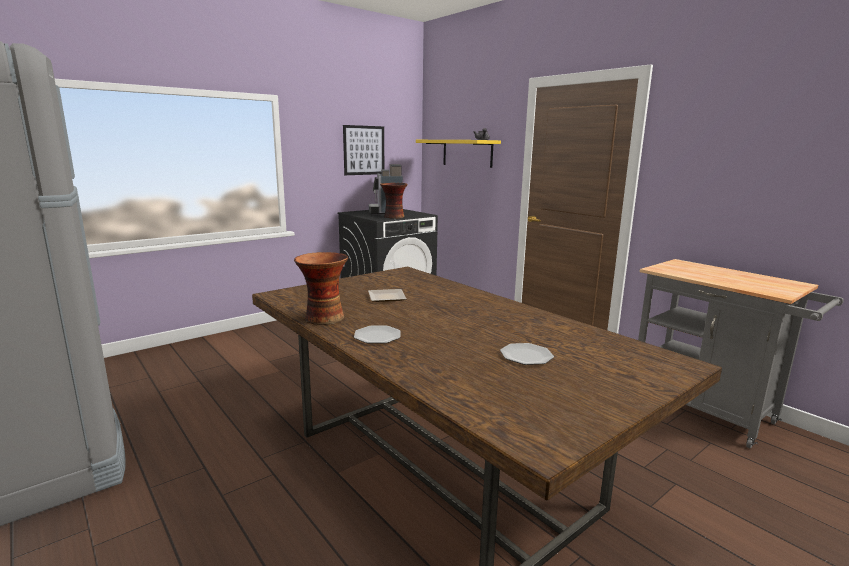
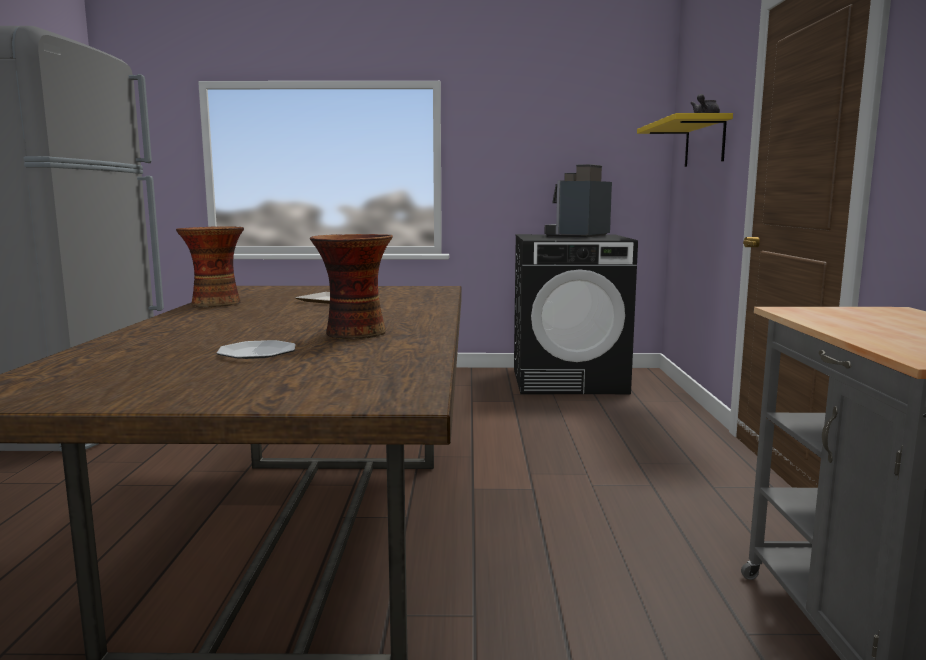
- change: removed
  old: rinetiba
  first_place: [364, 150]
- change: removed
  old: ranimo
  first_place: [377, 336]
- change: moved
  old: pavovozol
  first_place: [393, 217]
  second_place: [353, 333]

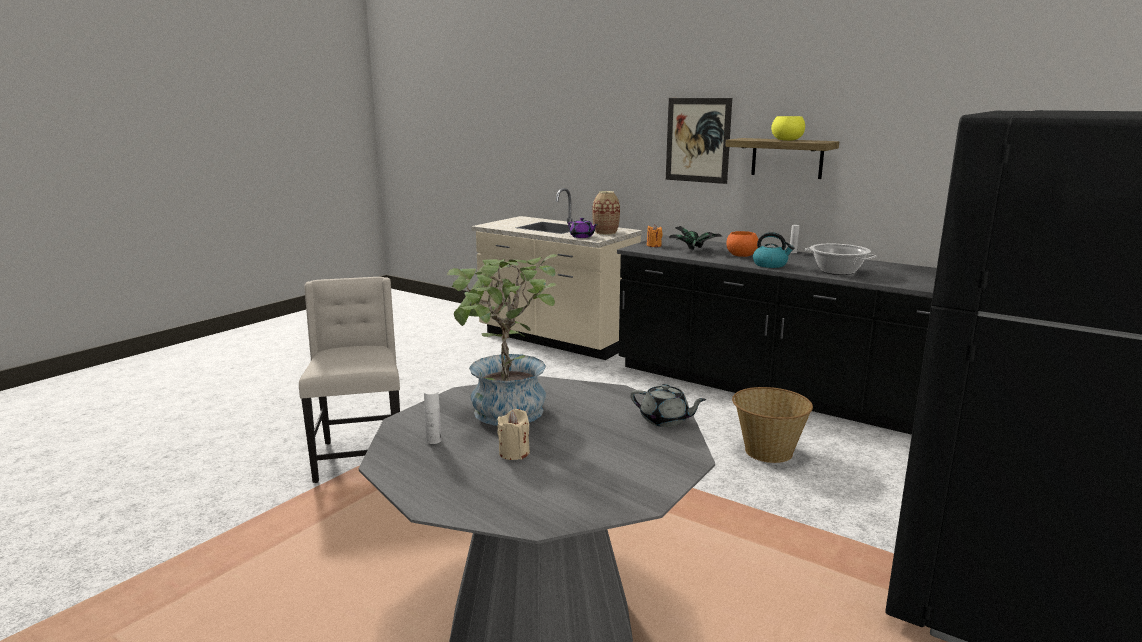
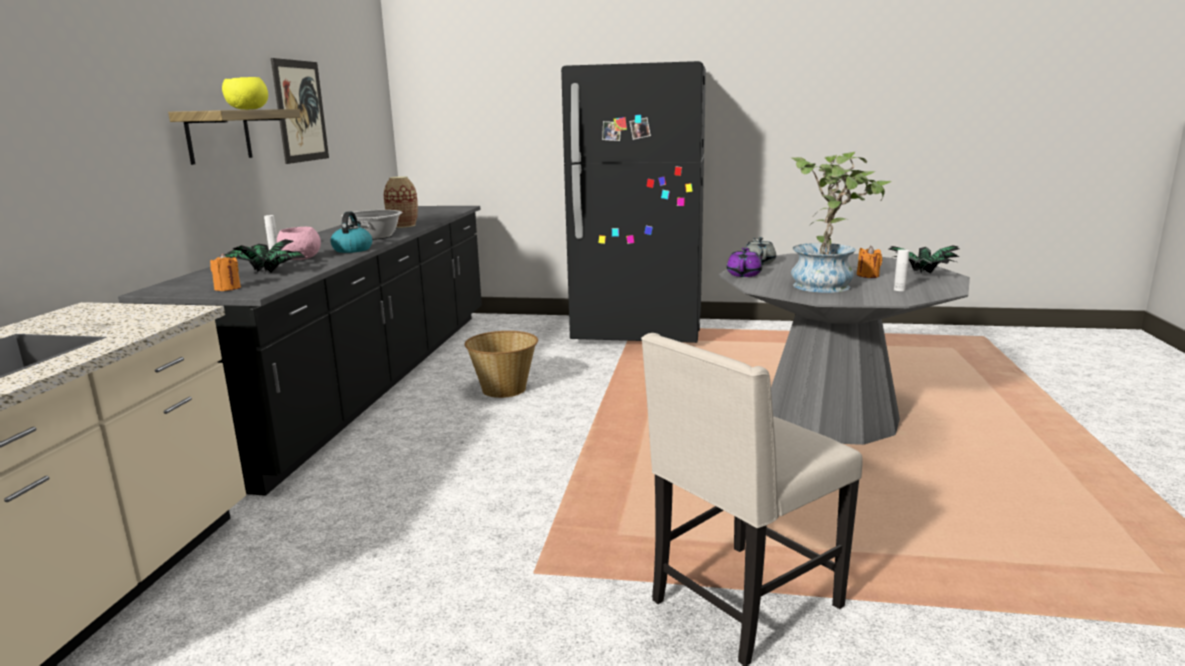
- change: added
  new: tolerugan
  second_place: [921, 275]
- change: moved
  old: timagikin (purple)
  first_place: [582, 237]
  second_place: [744, 274]
- change: moved
  old: pavovozol
  first_place: [605, 232]
  second_place: [403, 225]
- change: moved
  old: rinetiba
  first_place: [697, 140]
  second_place: [300, 111]
- change: recoloured
  old: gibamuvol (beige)
  new: gibamuvol (orange)
  first_place: [514, 453]
  second_place: [868, 275]
- change: recoloured
  old: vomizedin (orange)
  new: vomizedin (pink)
  first_place: [741, 255]
  second_place: [300, 259]

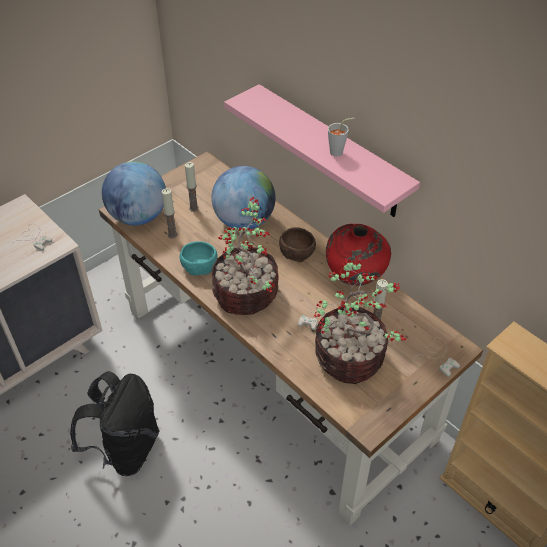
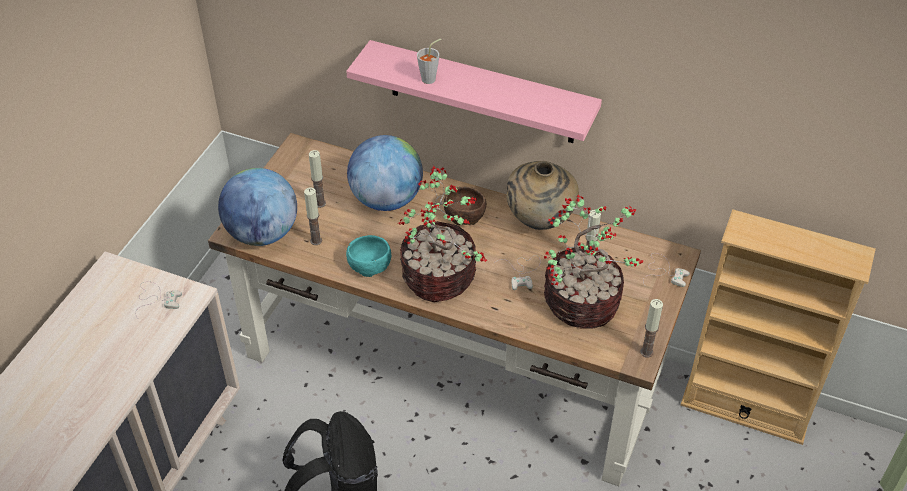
- change: added
  new: gibamuvol
  second_place: [646, 352]
- change: moved
  old: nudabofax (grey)
  first_place: [339, 152]
  second_place: [431, 78]
- change: recoloured
  old: pavovozol (red)
  new: pavovozol (beige)
  first_place: [355, 278]
  second_place: [540, 221]

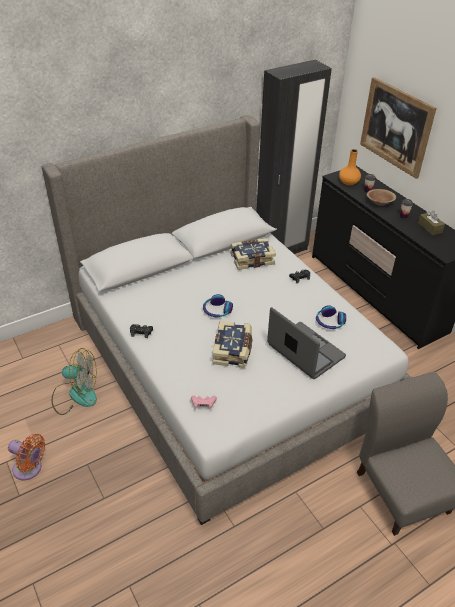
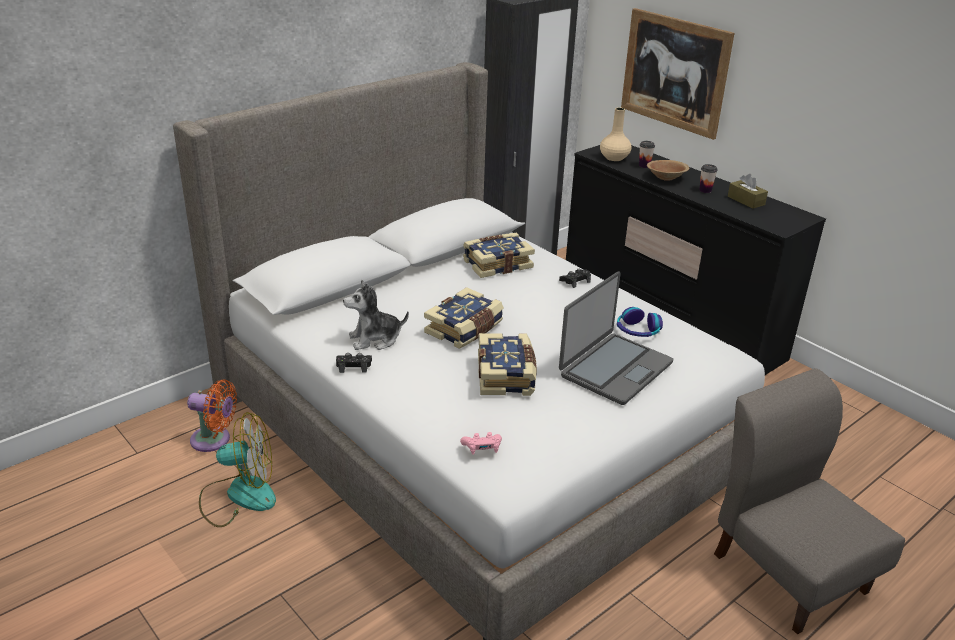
- change: added
  new: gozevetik
  second_place: [375, 339]
- change: moved
  old: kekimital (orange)
  first_place: [30, 469]
  second_place: [214, 440]
- change: replaced
  old: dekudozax
  new: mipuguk
  first_place: [217, 311]
  second_place: [465, 329]
- change: recoloured
  old: pavovozol (orange)
  new: pavovozol (beige)
  first_place: [348, 182]
  second_place: [613, 158]
- change: turned
  old: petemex
  first_place: [305, 351]
  second_place: [614, 369]
  degrees: 90

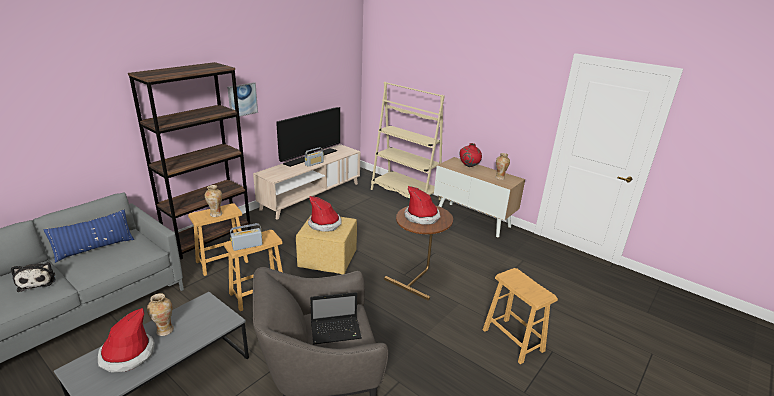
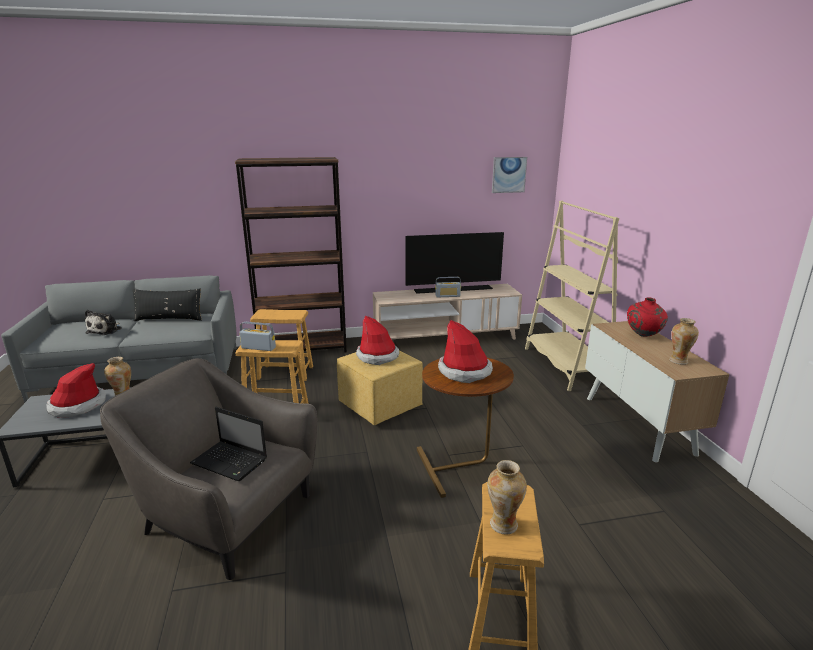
- change: moved
  old: pavovozol
  first_place: [216, 214]
  second_place: [503, 525]
- change: moved
  old: rinetiba
  first_place: [242, 100]
  second_place: [508, 174]
- change: recoloured
  old: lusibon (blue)
  new: lusibon (black)
  first_place: [95, 248]
  second_place: [169, 319]

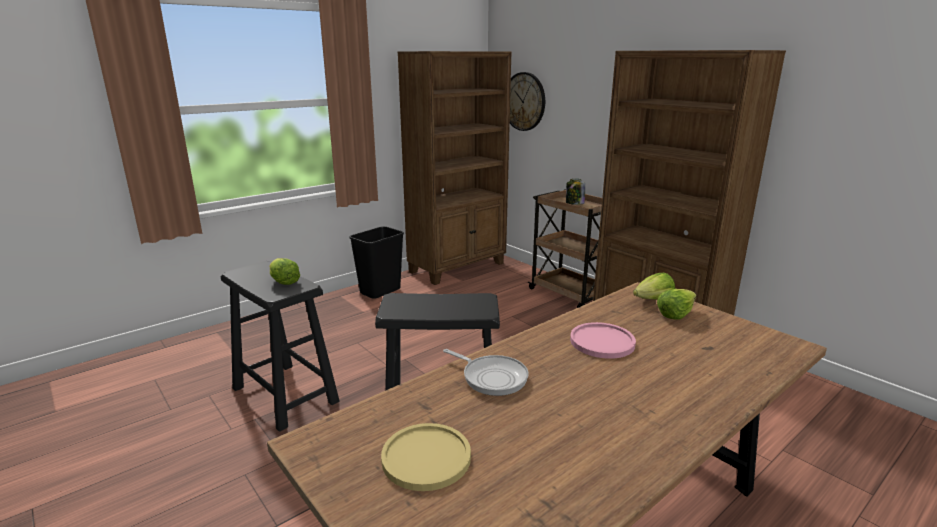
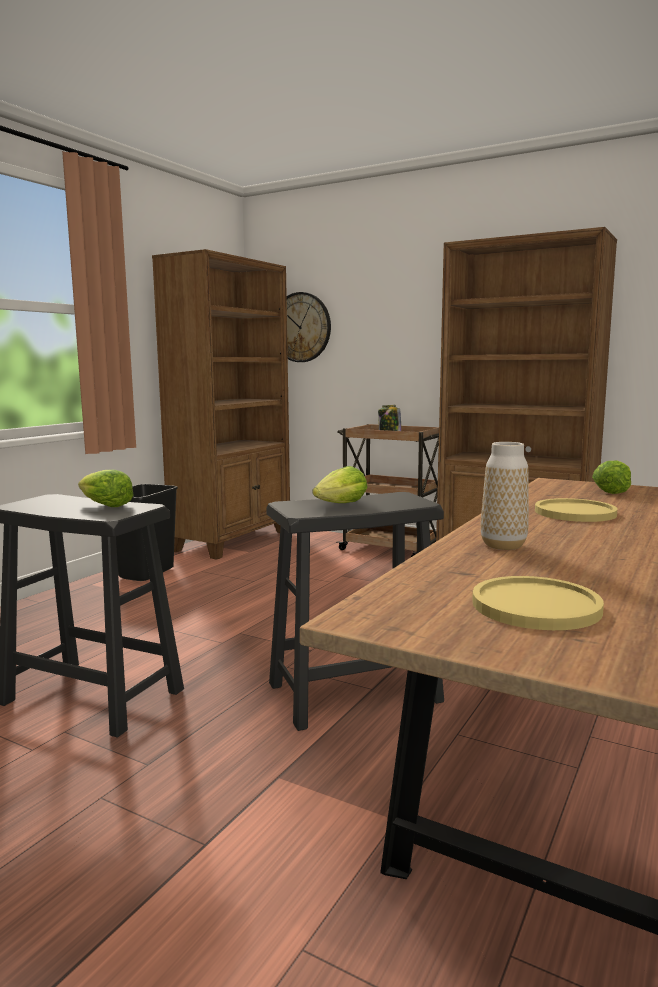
- change: moved
  old: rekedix
  first_place: [653, 300]
  second_place: [341, 505]
- change: replaced
  old: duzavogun
  new: pavovozol
  first_place: [492, 377]
  second_place: [503, 545]
- change: recoloured
  old: ranimo (pink)
  new: ranimo (yellow)
  first_place: [602, 342]
  second_place: [575, 512]

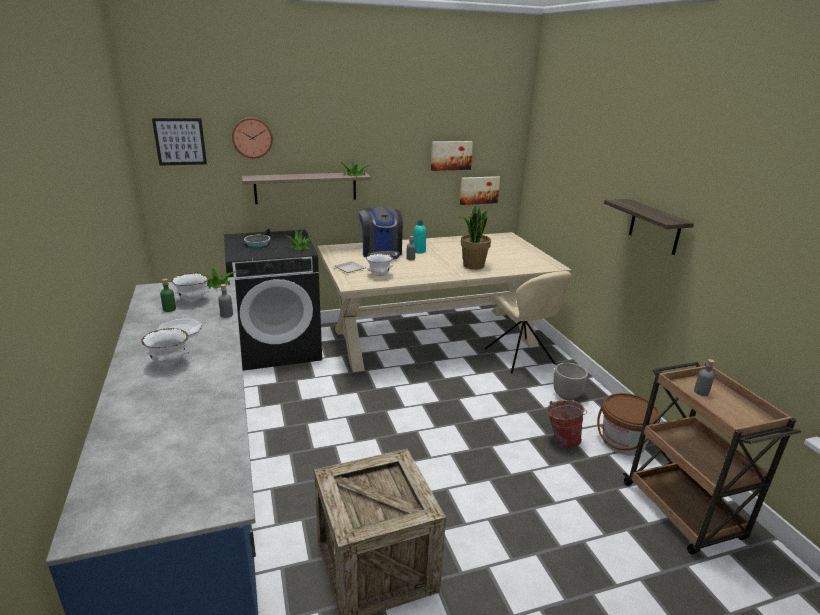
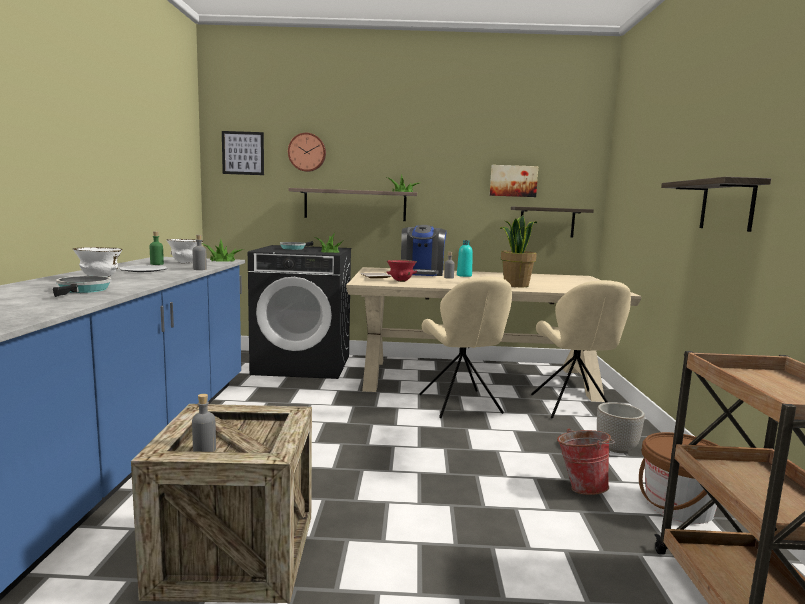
- change: added
  new: duzavogun
  second_place: [83, 290]
- change: added
  new: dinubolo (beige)
  second_place: [460, 405]
- change: moved
  old: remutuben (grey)
  first_place: [701, 392]
  second_place: [204, 450]
- change: replaced
  old: rinetiba
  new: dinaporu
  first_place: [479, 190]
  second_place: [547, 222]
- change: recoloured
  old: vomizedin (white)
  new: vomizedin (red)
  first_place: [379, 275]
  second_place: [401, 281]

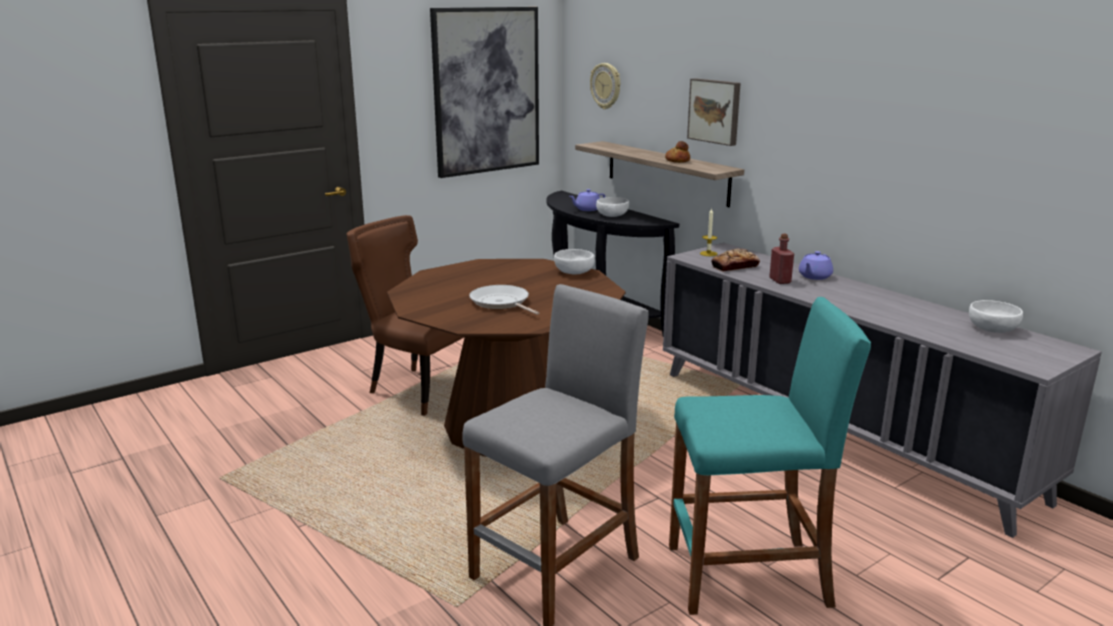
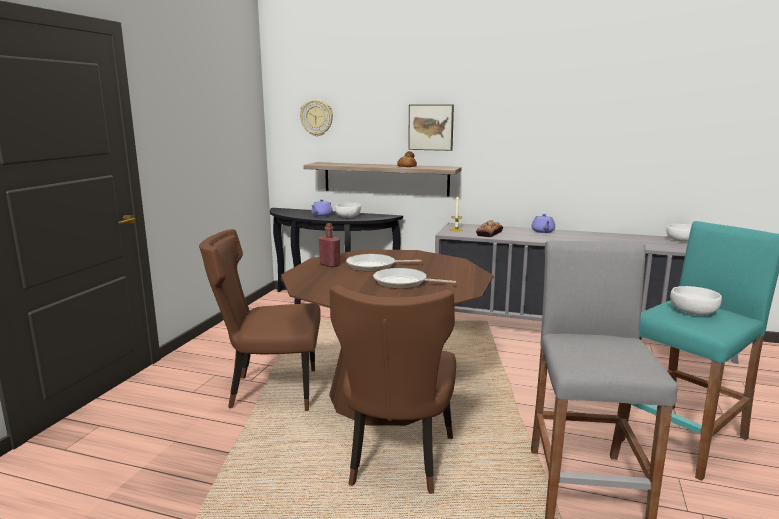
- change: removed
  old: rinetiba
  first_place: [486, 91]
- change: added
  new: dinubolo (brown)
  second_place: [396, 462]
- change: added
  new: duzavogun
  second_place: [374, 266]
- change: moved
  old: vomizedin (white)
  first_place: [573, 272]
  second_place: [693, 312]
- change: moved
  old: remutuben (red)
  first_place: [780, 280]
  second_place: [330, 265]

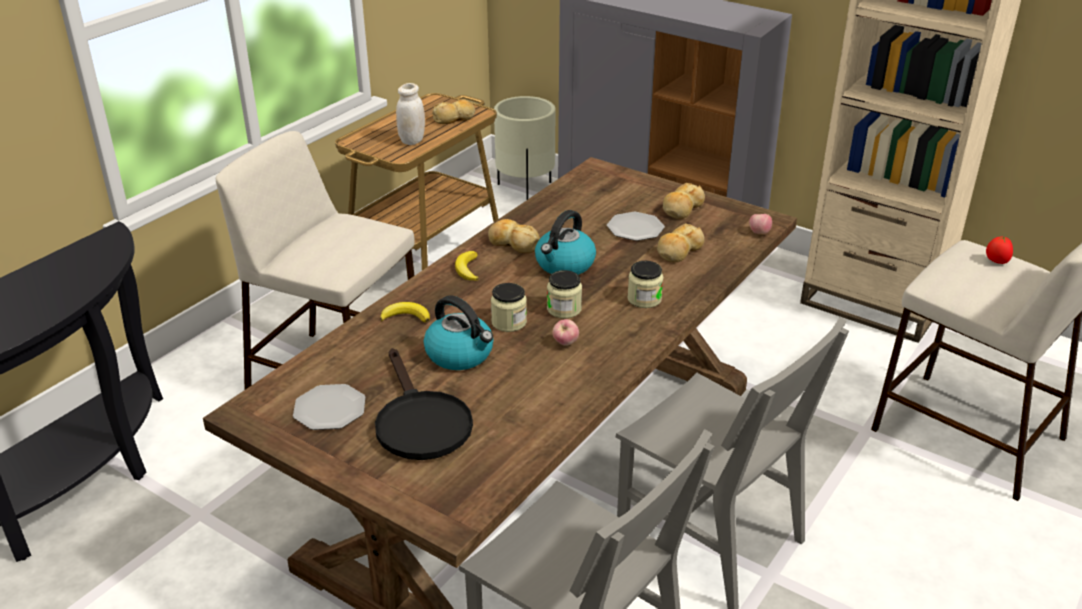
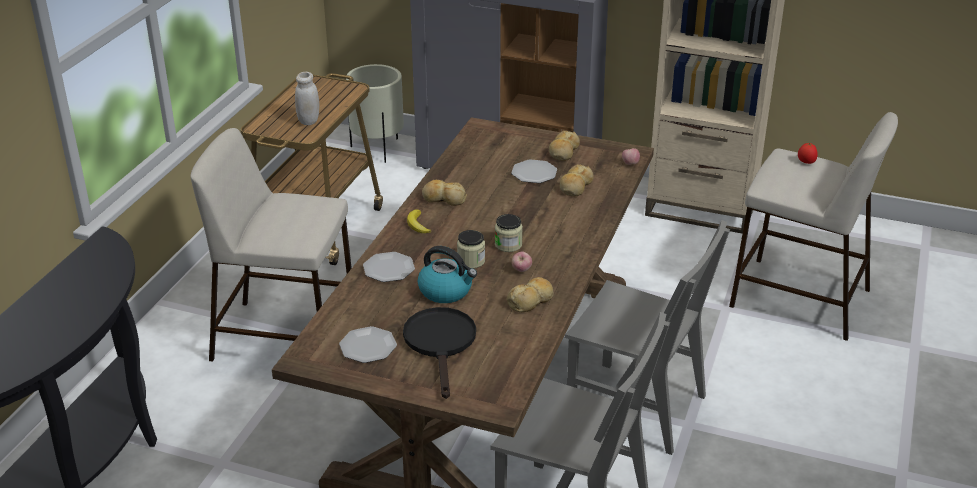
- change: removed
  old: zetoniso
  first_place: [564, 265]
- change: removed
  old: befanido
  first_place: [644, 299]
- change: moved
  old: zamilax
  first_place: [454, 118]
  second_place: [531, 301]
- change: replaced
  old: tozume
  new: ranimo
  first_place: [406, 316]
  second_place: [388, 269]
- change: turned
  old: duzavogun (black)
  first_place: [419, 422]
  second_place: [441, 344]
  degrees: -150

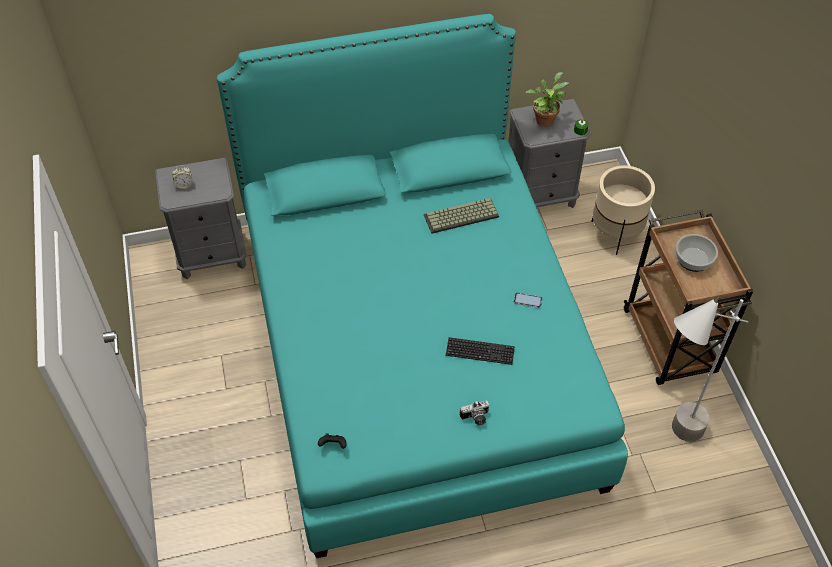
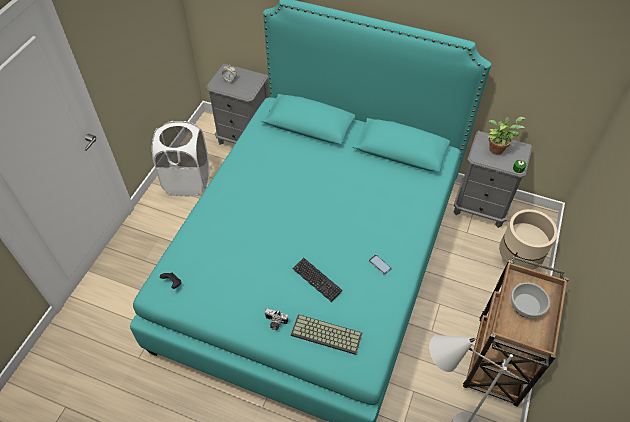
- change: added
  new: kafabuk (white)
  second_place: [188, 181]
- change: moved
  old: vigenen
  first_place: [461, 217]
  second_place: [325, 335]

